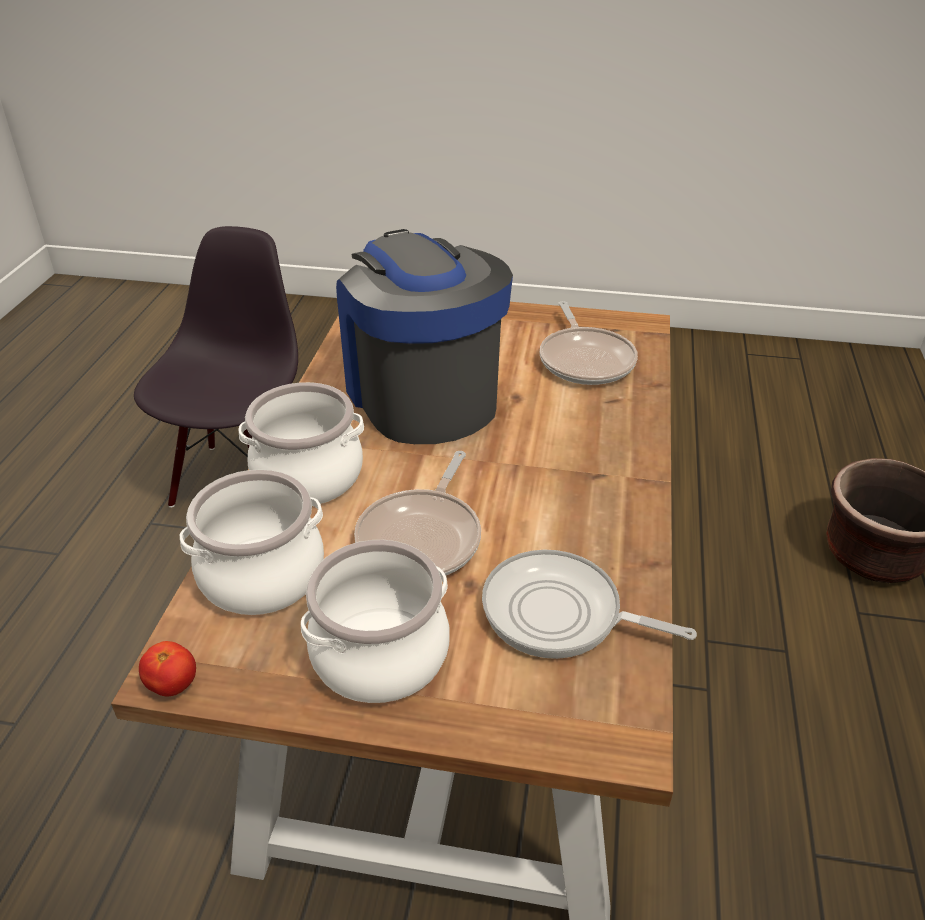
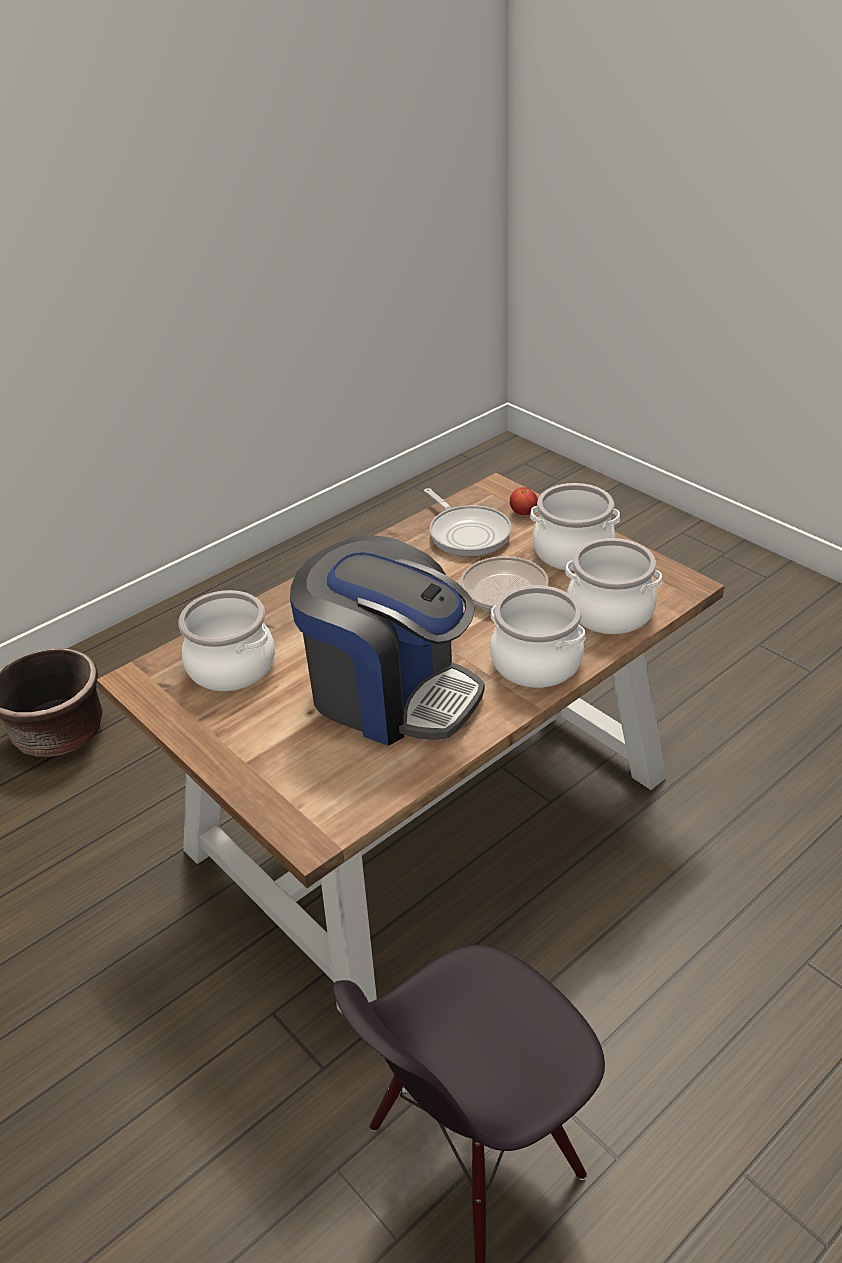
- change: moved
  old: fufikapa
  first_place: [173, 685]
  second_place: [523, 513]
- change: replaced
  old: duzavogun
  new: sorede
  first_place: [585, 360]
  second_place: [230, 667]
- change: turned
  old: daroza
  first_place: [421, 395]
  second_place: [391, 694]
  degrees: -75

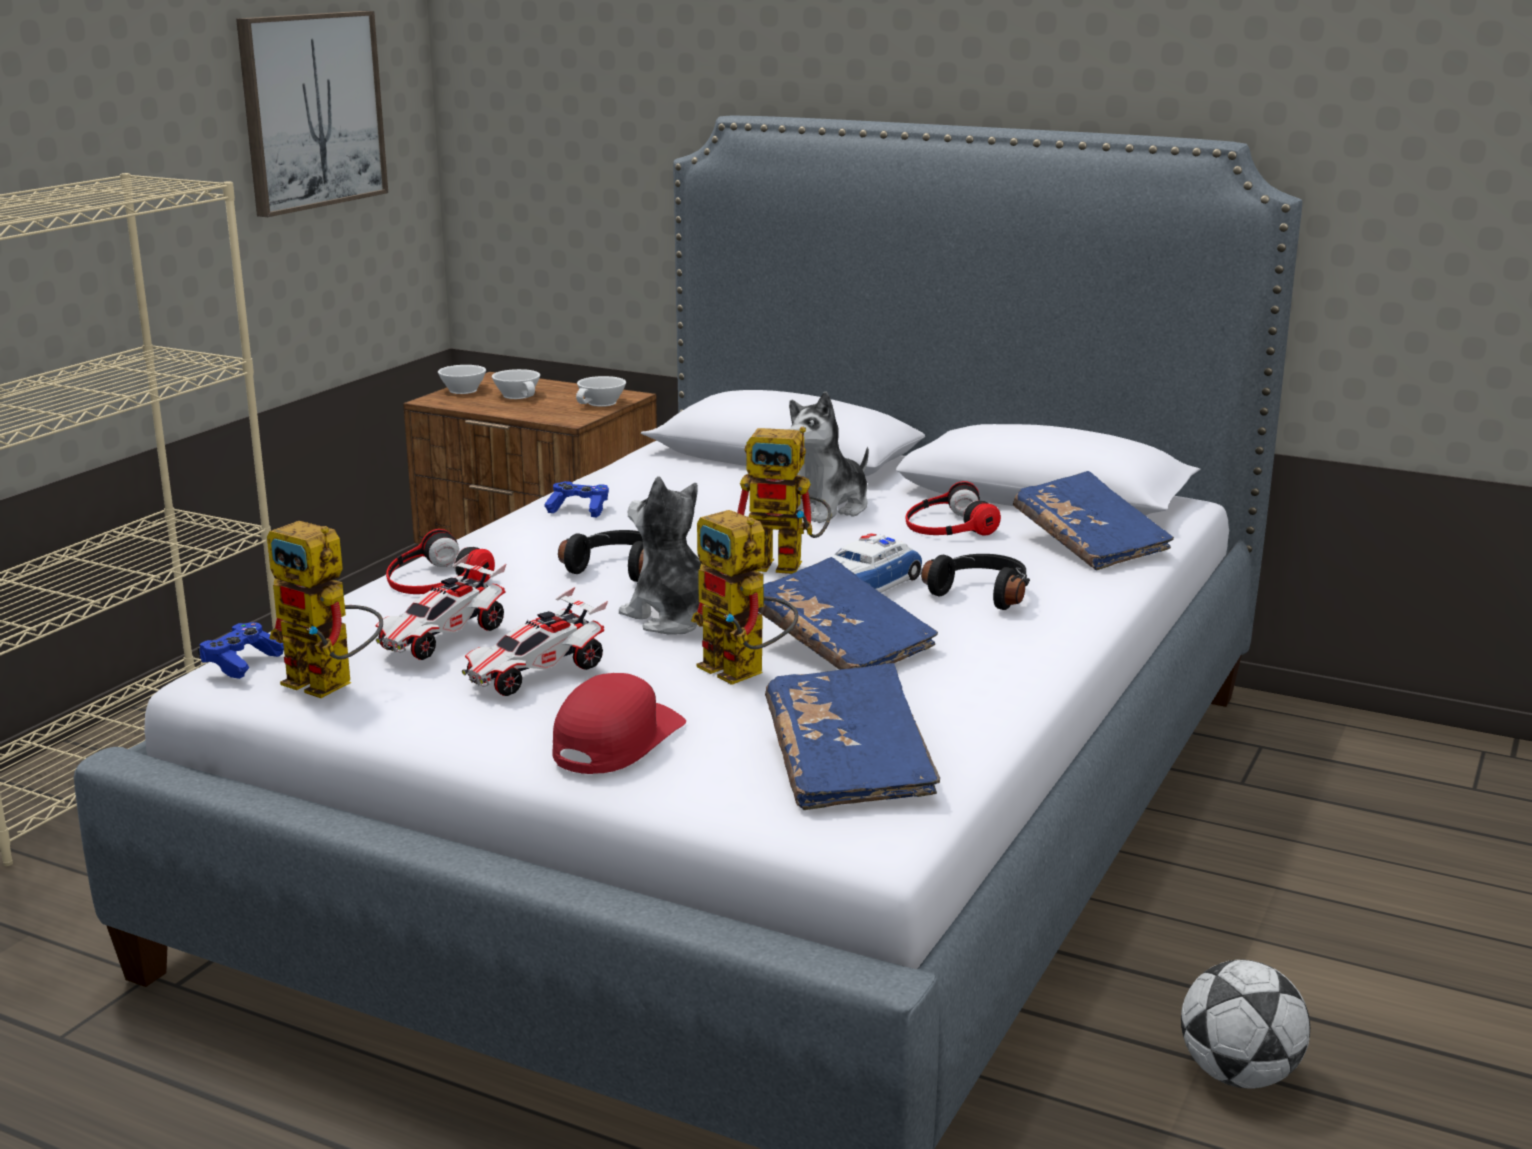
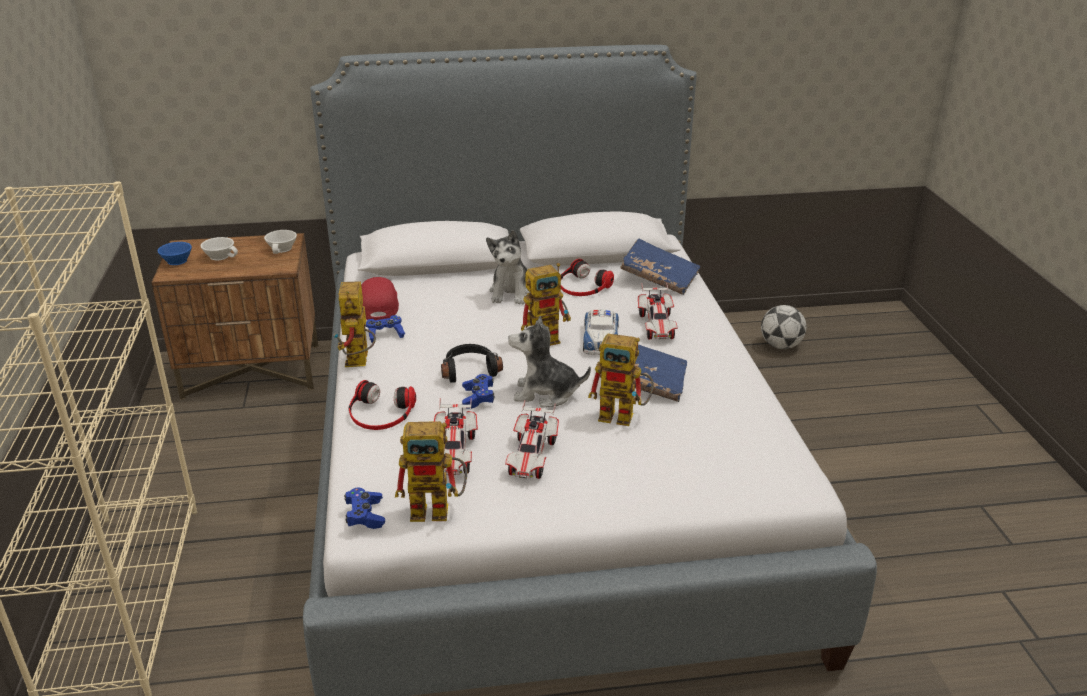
- change: removed
  old: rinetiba
  first_place: [311, 110]
- change: removed
  old: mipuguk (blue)
  first_place: [849, 766]
- change: added
  new: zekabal
  second_place: [359, 363]
- change: added
  new: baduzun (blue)
  second_place: [478, 398]
- change: moved
  old: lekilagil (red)
  first_place: [616, 740]
  second_place: [378, 305]
- change: moved
  old: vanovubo
  first_place: [1238, 1075]
  second_place: [780, 346]
- change: replaced
  old: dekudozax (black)
  new: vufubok
  first_place: [982, 593]
  second_place: [657, 326]
- change: recoloured
  old: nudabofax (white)
  new: nudabofax (blue)
  first_place: [462, 390]
  second_place: [176, 260]

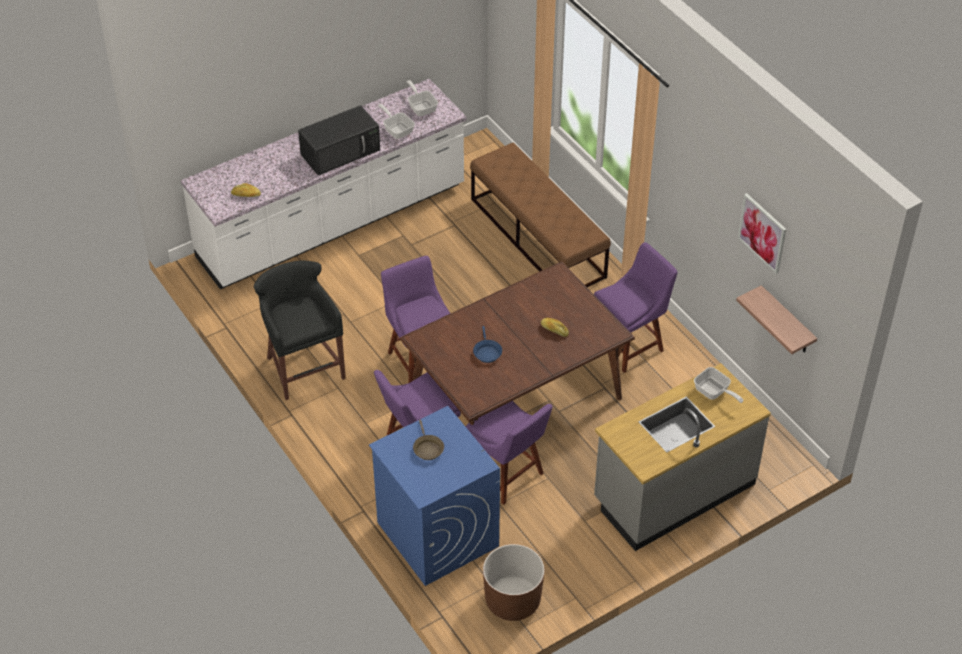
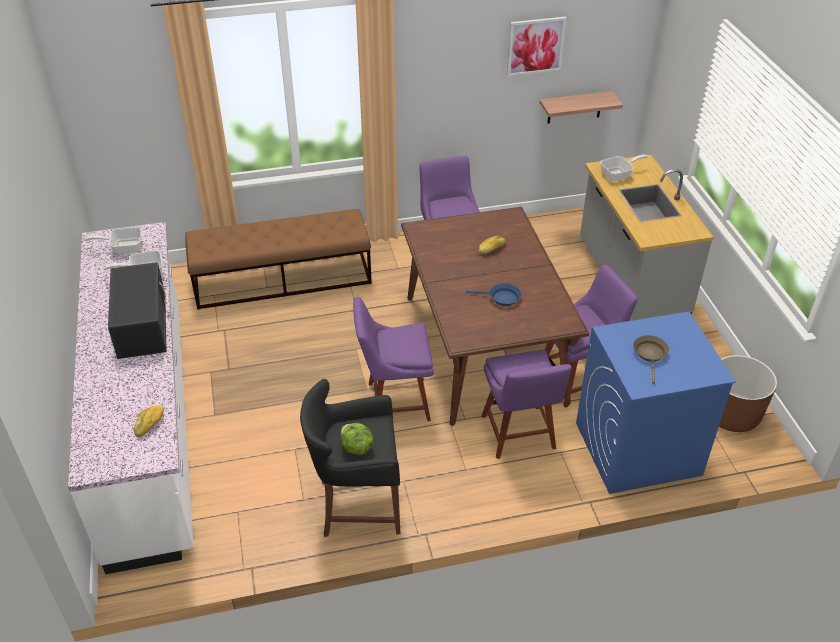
- change: added
  new: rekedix
  second_place: [356, 448]
- change: turned
  old: duzavogun (brown)
  first_place: [427, 448]
  second_place: [650, 355]
  degrees: -90

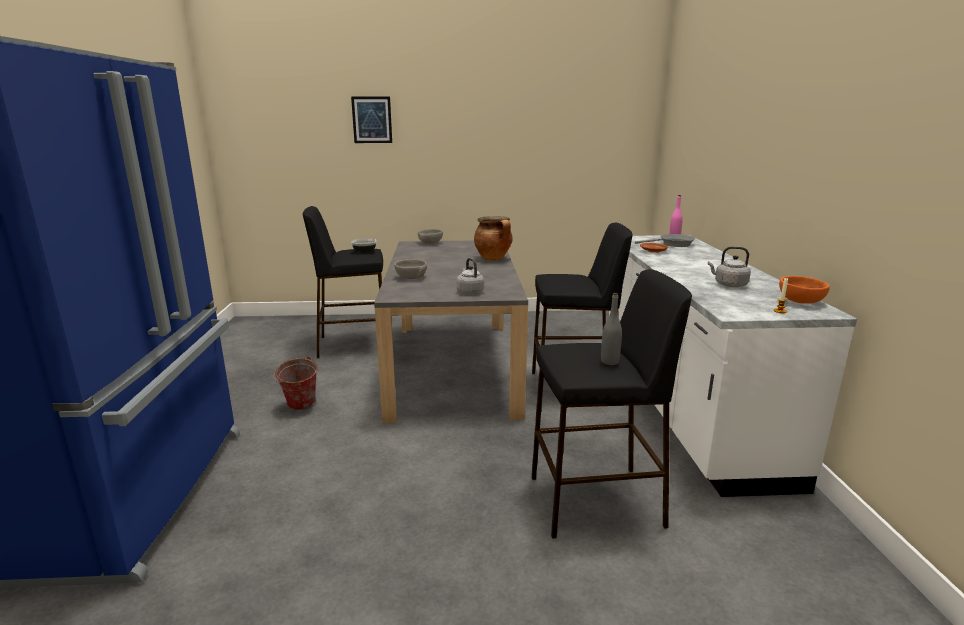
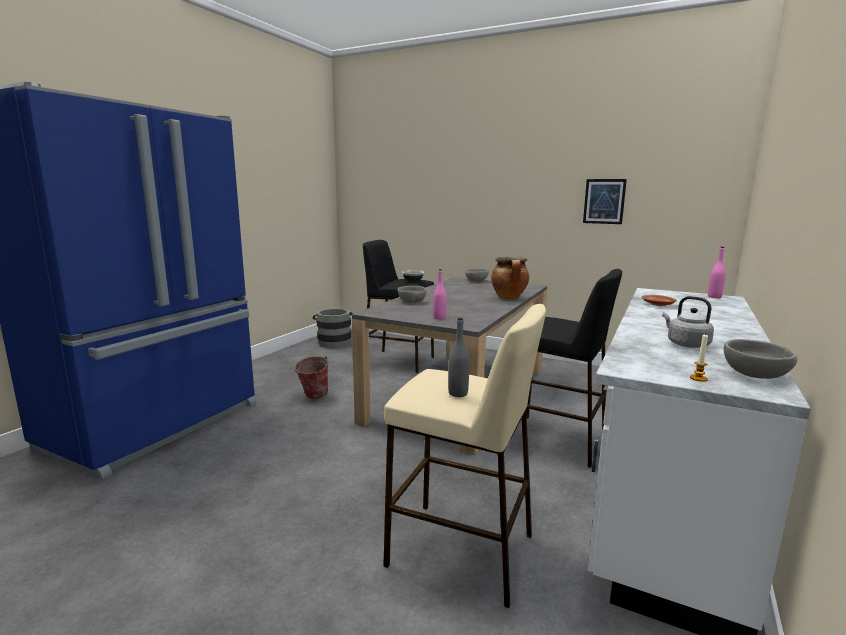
- change: removed
  old: duzavogun (grey)
  first_place: [673, 244]
- change: added
  new: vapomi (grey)
  second_place: [333, 342]
- change: moved
  old: rinetiba
  first_place: [372, 120]
  second_place: [604, 201]
- change: replaced
  old: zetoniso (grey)
  new: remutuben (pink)
  first_place: [469, 291]
  second_place: [439, 318]
- change: recoloured
  old: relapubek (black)
  new: relapubek (beige)
  first_place: [596, 501]
  second_place: [462, 550]
- change: recoloured
  old: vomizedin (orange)
  new: vomizedin (grey)
  first_place: [799, 301]
  second_place: [754, 374]

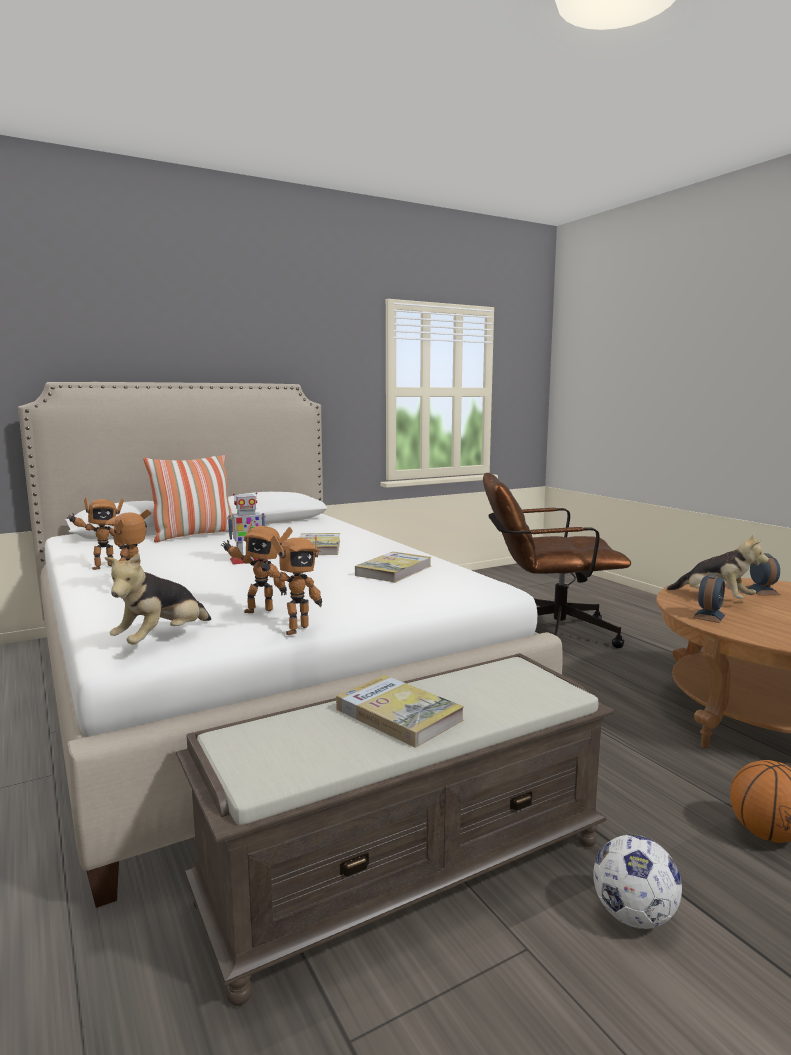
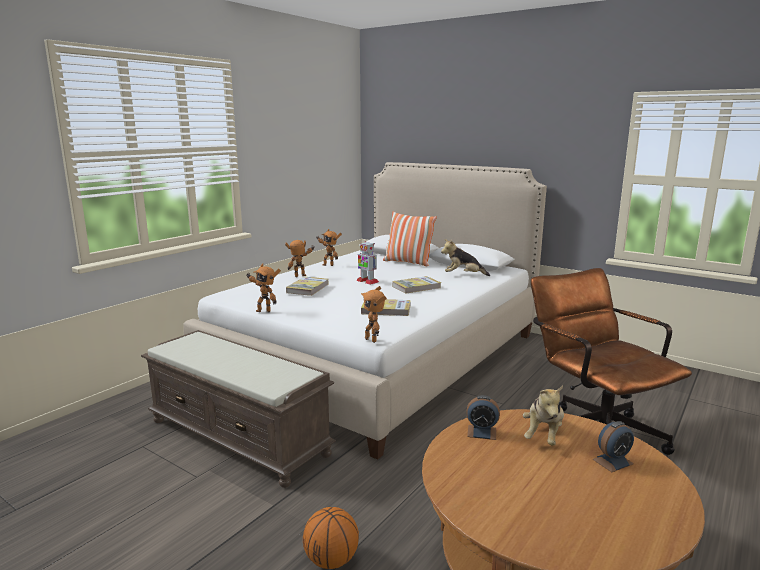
- change: removed
  old: vanovubo
  first_place: [633, 916]
- change: moved
  old: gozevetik
  first_place: [162, 640]
  second_place: [463, 275]
- change: moved
  old: zekabal
  first_place: [258, 610]
  second_place: [372, 339]
- change: moved
  old: mipuguk
  first_place: [398, 714]
  second_place: [308, 288]

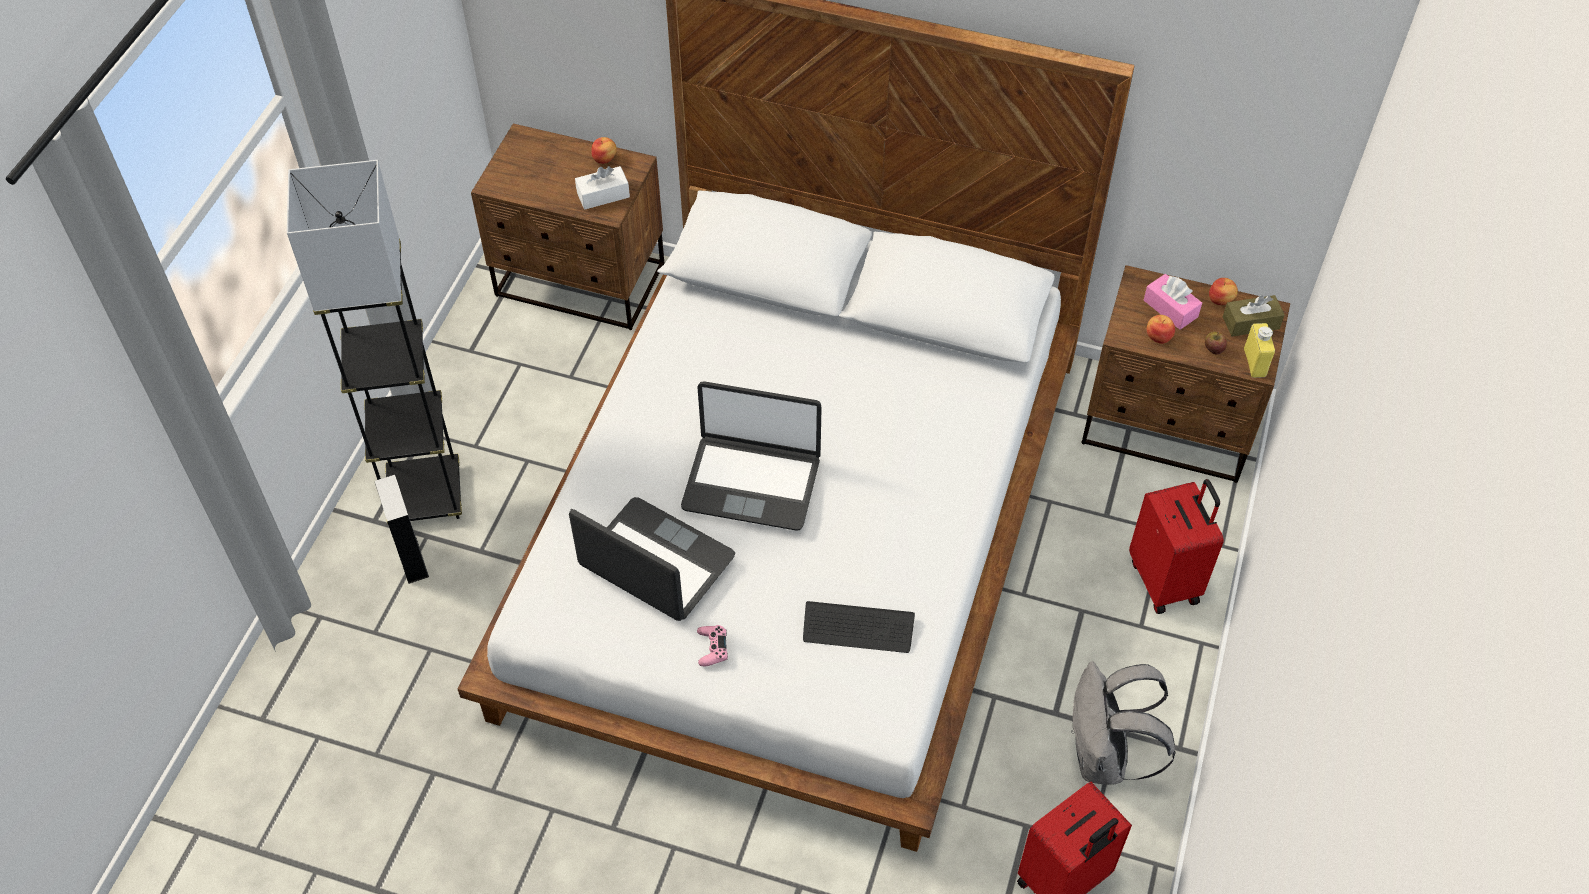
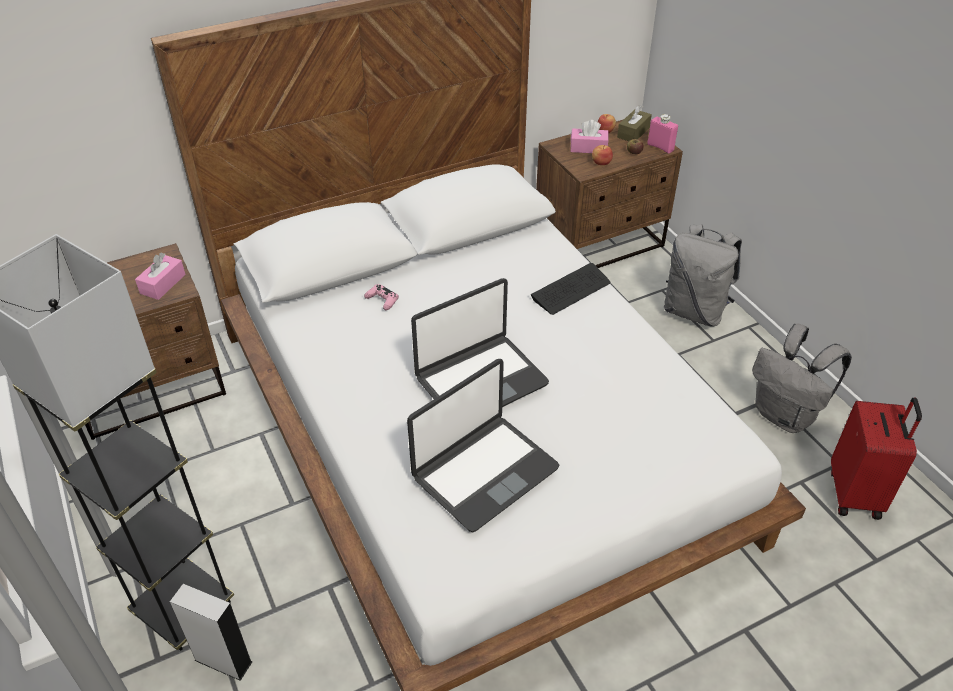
- change: removed
  old: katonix
  first_place: [605, 158]
- change: moved
  old: baduzun (pink)
  first_place: [712, 648]
  second_place: [382, 300]
- change: moved
  old: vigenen
  first_place: [858, 628]
  second_place: [571, 290]
- change: replaced
  old: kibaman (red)
  new: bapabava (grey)
  first_place: [1165, 581]
  second_place: [694, 311]
- change: recoloured
  old: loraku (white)
  new: loraku (pink)
  first_place: [603, 195]
  second_place: [163, 284]
- change: recoloured
  old: remutuben (yellow)
  new: remutuben (pink)
  first_place: [1254, 363]
  second_place: [660, 147]
- change: turned
  old: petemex
  first_place: [656, 563]
  second_place: [484, 472]
  degrees: 150

